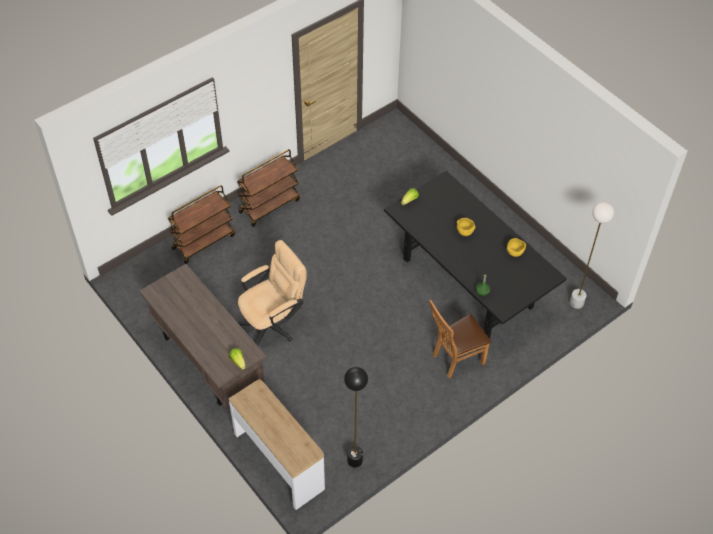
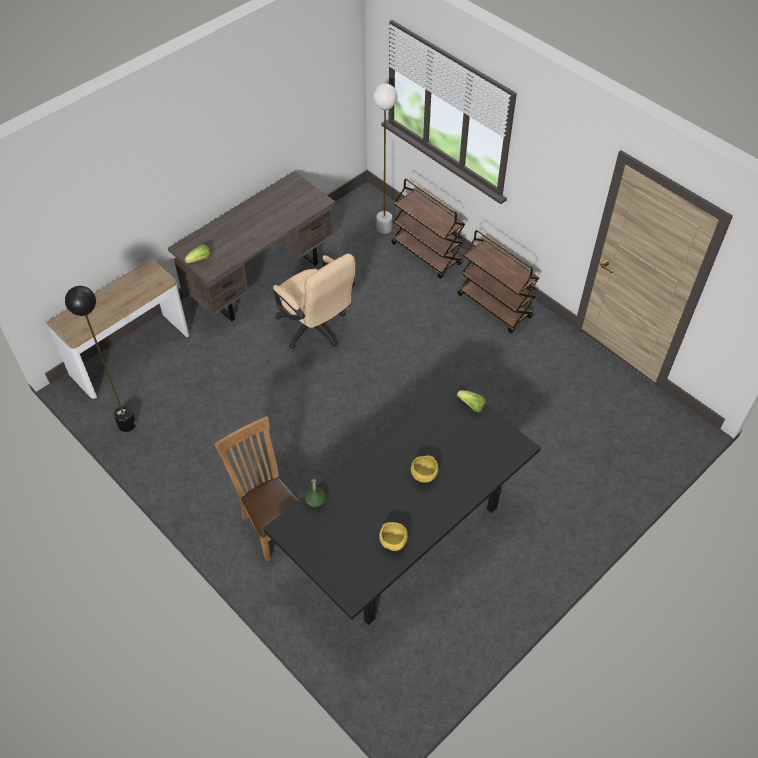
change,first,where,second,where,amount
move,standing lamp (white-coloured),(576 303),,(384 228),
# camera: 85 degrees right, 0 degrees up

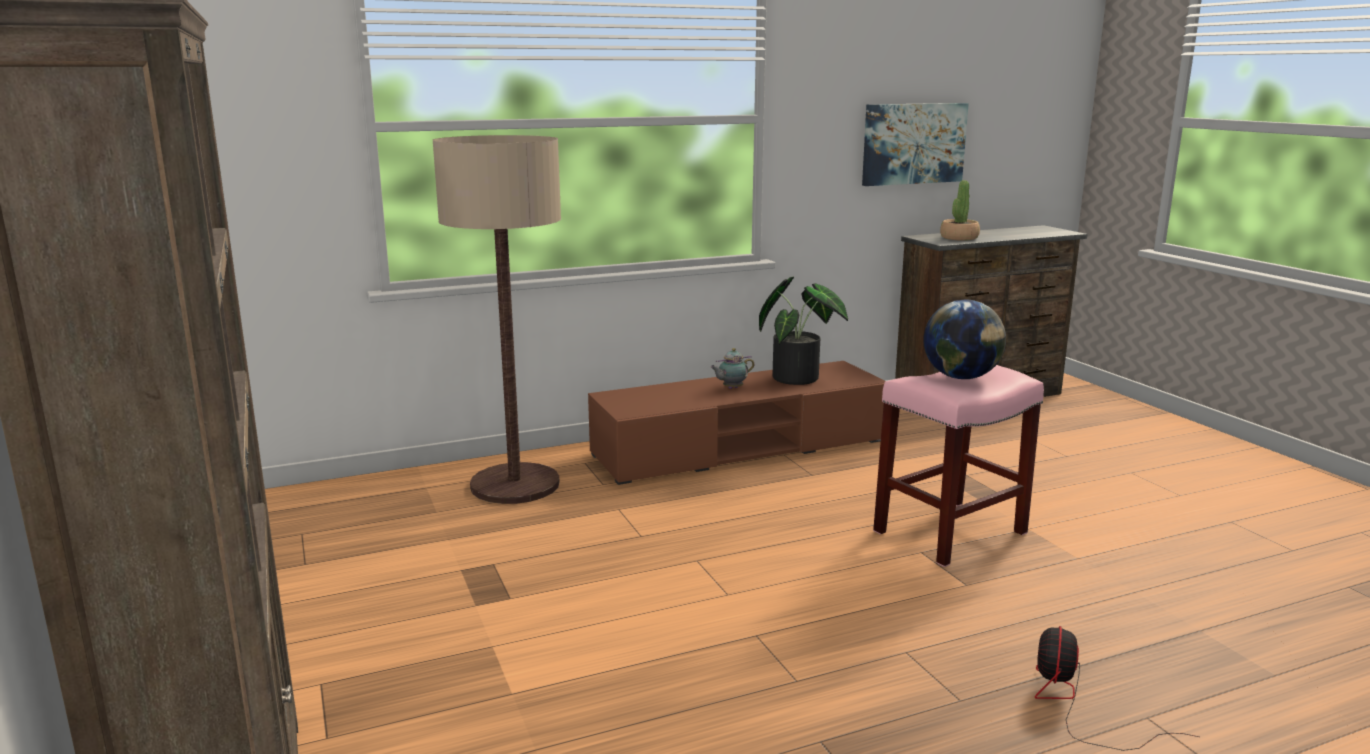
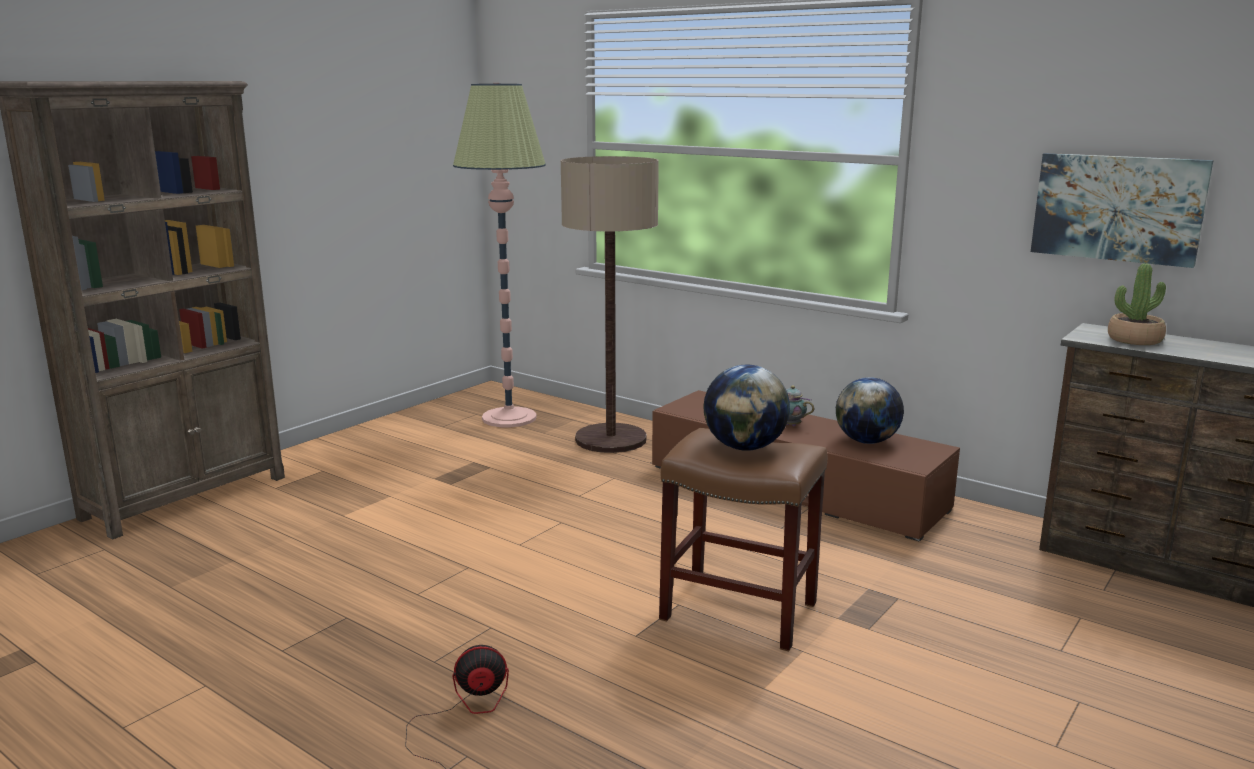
change,first,where,second,where,amount
replace,potted plant,(800 378),globe,(867 441),
recolor,sitting stool (pink-coloured),(949 533),sitting stool (brown-coloured),(737 611),
insert,,,standing lamp,(509 418),
# camera: 60 degrees right, 0 degrees up

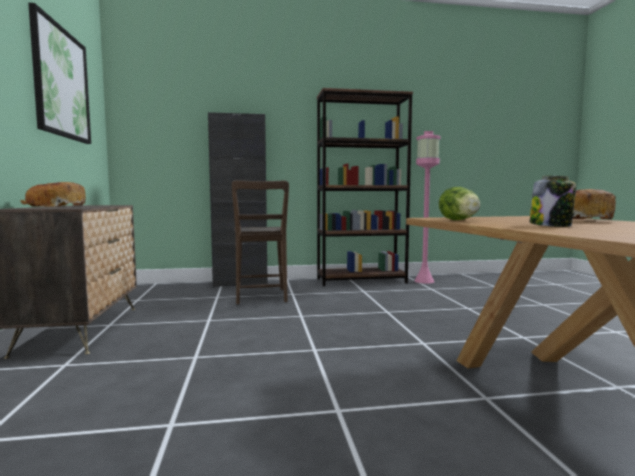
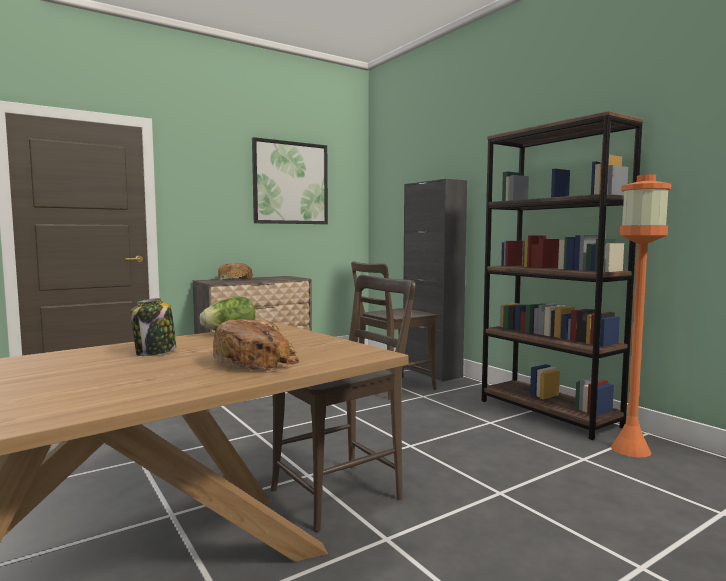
change,first,where,second,where,amount
recolor,standing lamp (pink-coloured),(424 281),standing lamp (orangey),(631 450),
insert,,,upright chair (brown-coloured),(343 492),
# camera: 65 degrees right, 0 degrees up

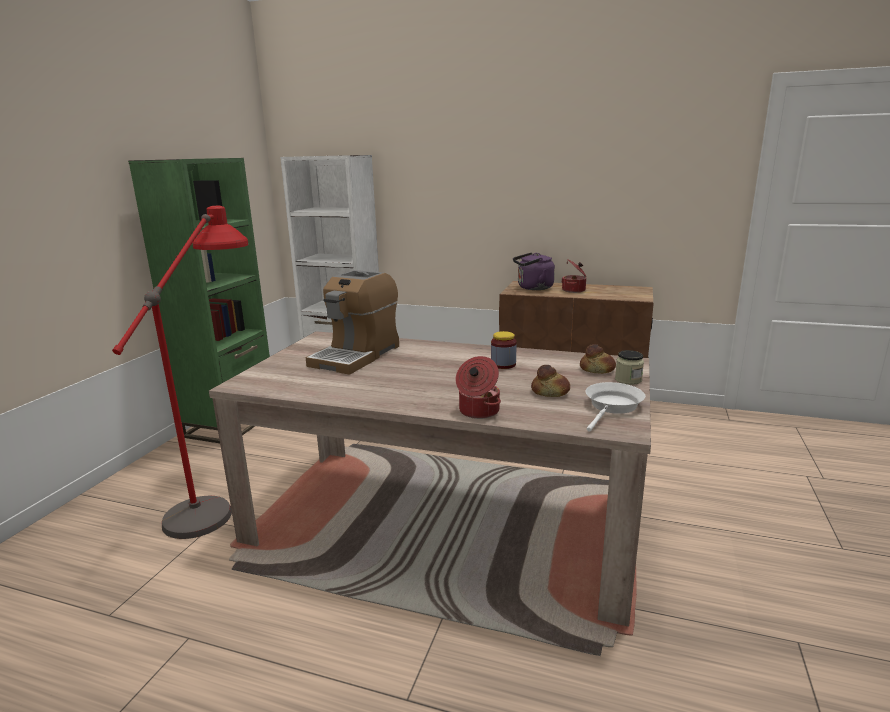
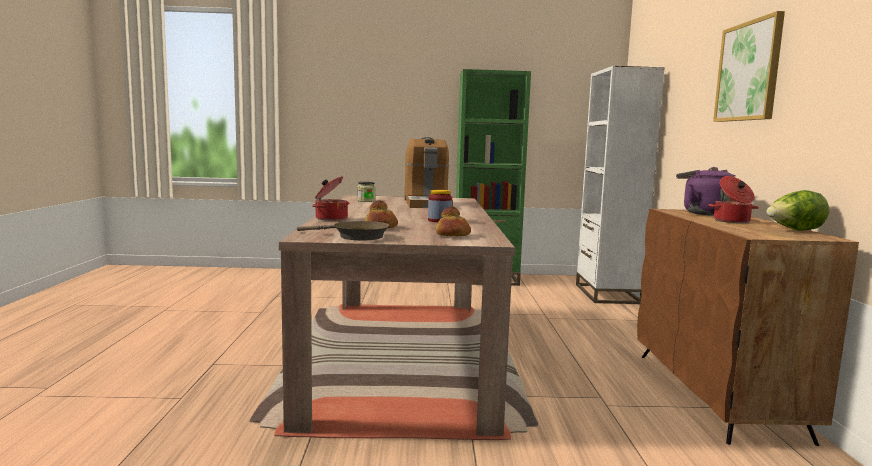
change,first,where,second,where,amount
delete,standing lamp (red-coloured),(222 492),,,
rotate,coffee machine,(356 355),,(427 203),105 degrees counterclockwise
move,storage jar,(628 380),,(366 201),
recolor,frying pan (white-coloured),(612 407),frying pan (brown-coloured),(356 236),
insert,,,wall art,(749 71),
insert,,,lettuce head,(794 231),
# camera: 70 degrees right, 10 degrees down

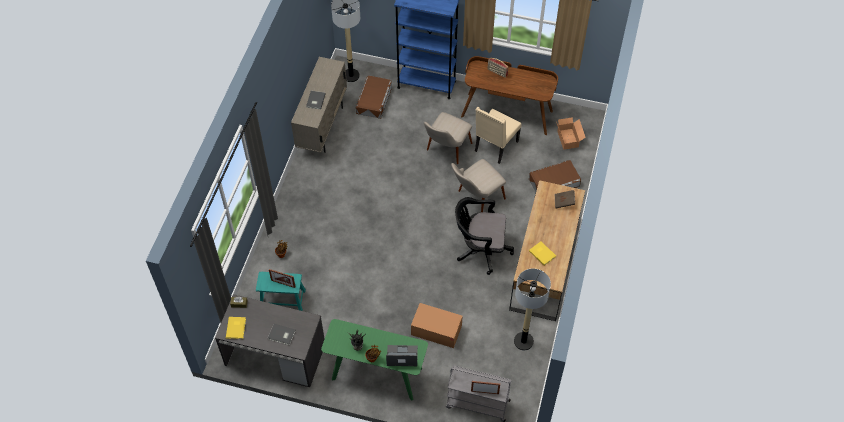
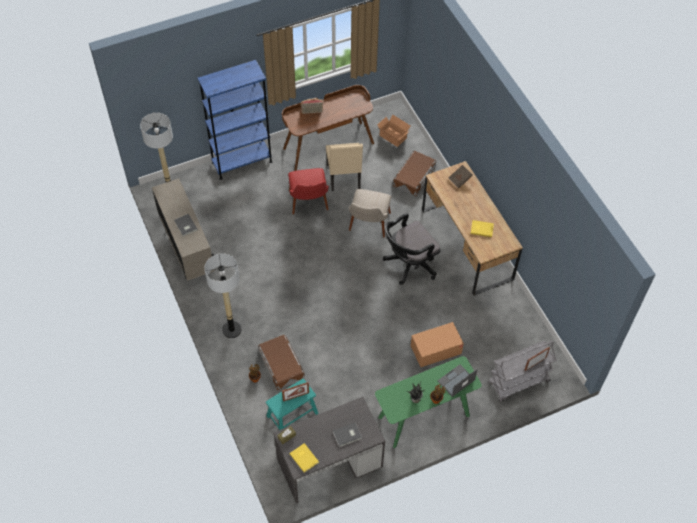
change,first,where,second,where,amount
move,storage bin (brown-coloured),(374 100),,(281 364),
recolor,upright chair (sand-coloured),(445 152),upright chair (red-coloured),(309 206),
move,standing lamp,(523 341),,(232 330),
# camera: 40 degrees left, 0 degrees up

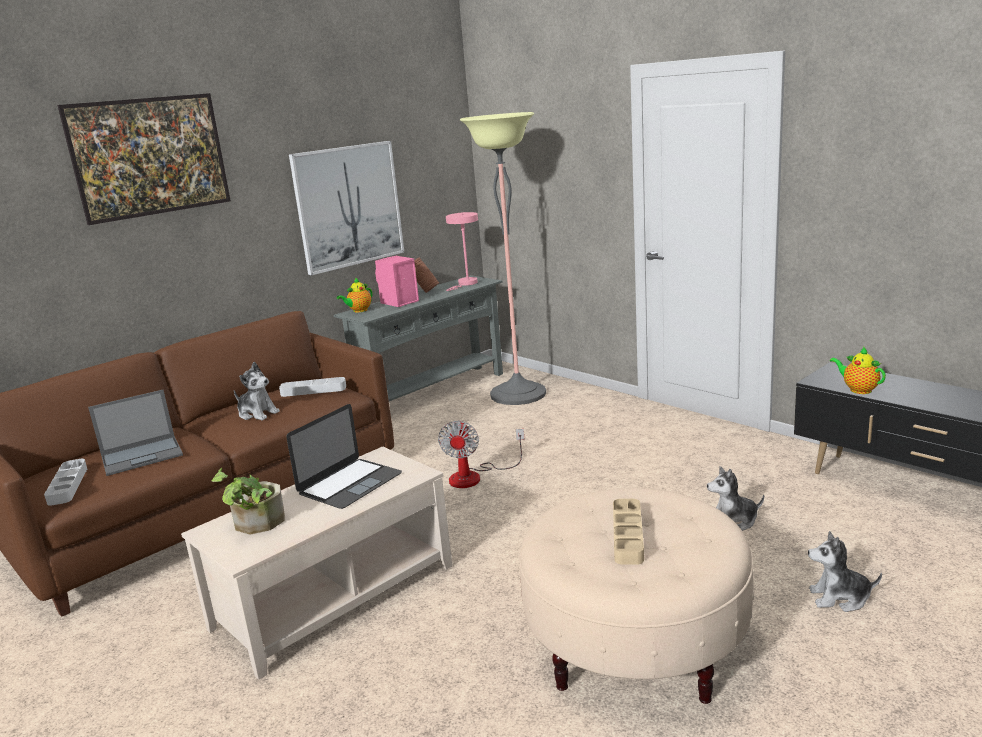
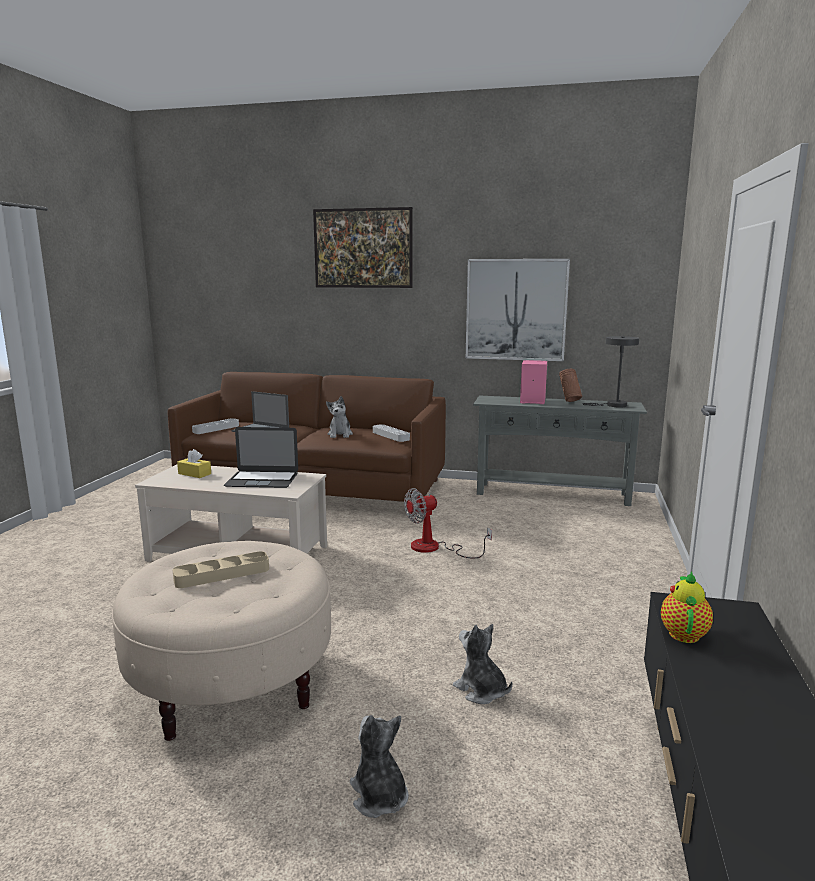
change,first,where,second,where,amount
delete,standing lamp,(518 394),,,
recolor,table lamp (pink-coloured),(466 284),table lamp (greyish),(613 405),
delete,teapot,(359 310),,,
replace,potted plant,(255 524),box of tissues (yellow-coloured),(194 474),
# camera: 55 degrees right, 5 degrees down

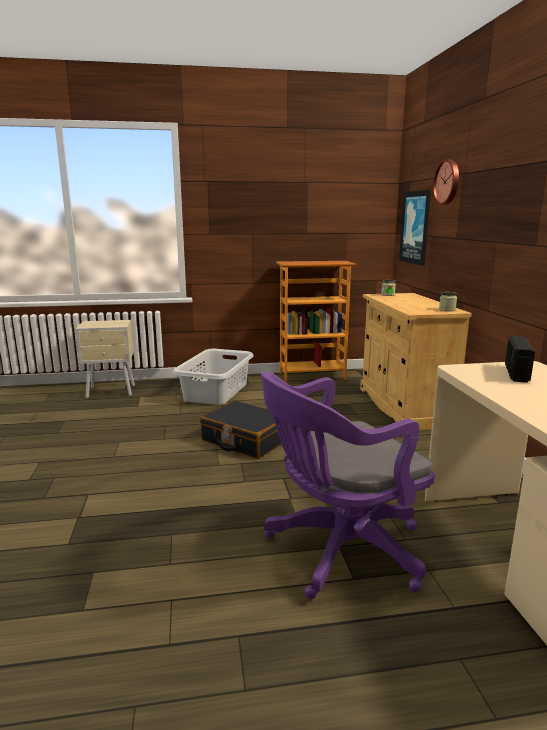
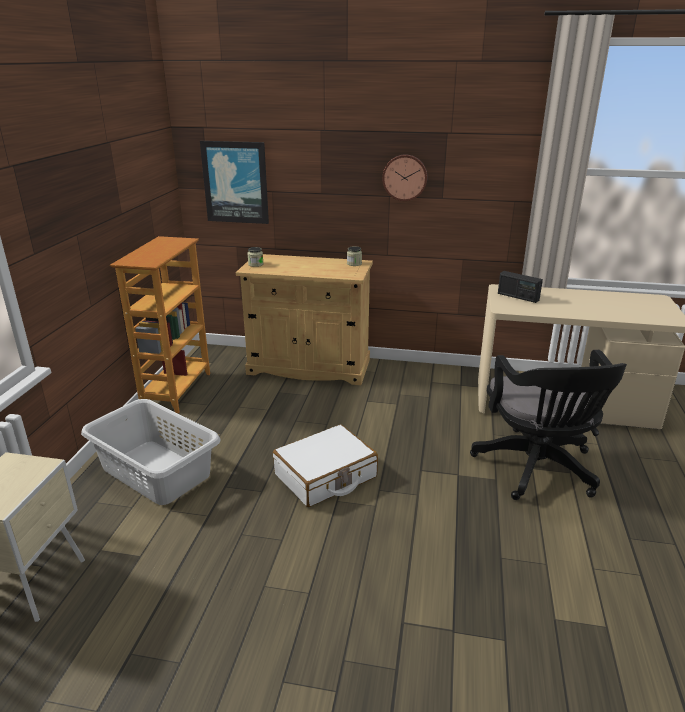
change,first,where,second,where,amount
move,wall clock,(447 182),,(405 177),
recolor,office chair (purple-coloured),(338 550),office chair (blackish),(537 470),
recolor,suitcase (blackish),(245 440),suitcase (white-coloured),(325 476),
# camera: 70 degrees left, 10 degrees up

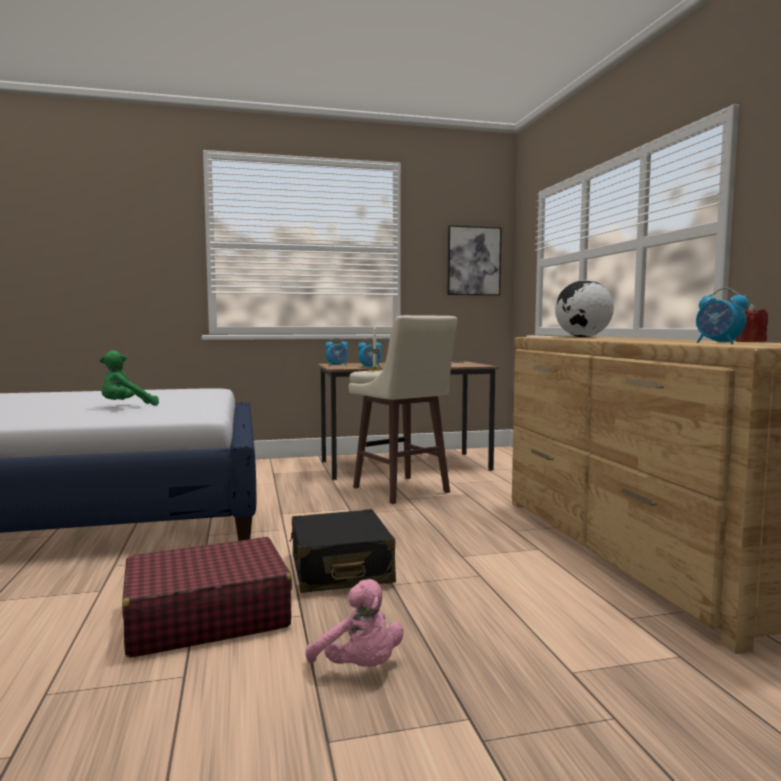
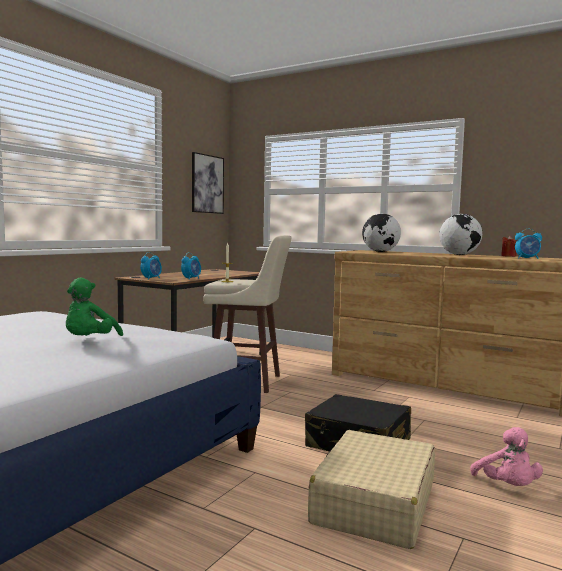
change,first,where,second,where,amount
recolor,suitcase (red-coloured),(206 616),suitcase (sand-coloured),(374 504),
rotate,soft toy (pink-coloured),(359 668),,(507 487),75 degrees clockwise
insert,,,globe,(459 255),
# camera: 45 degrees left, 0 degrees up

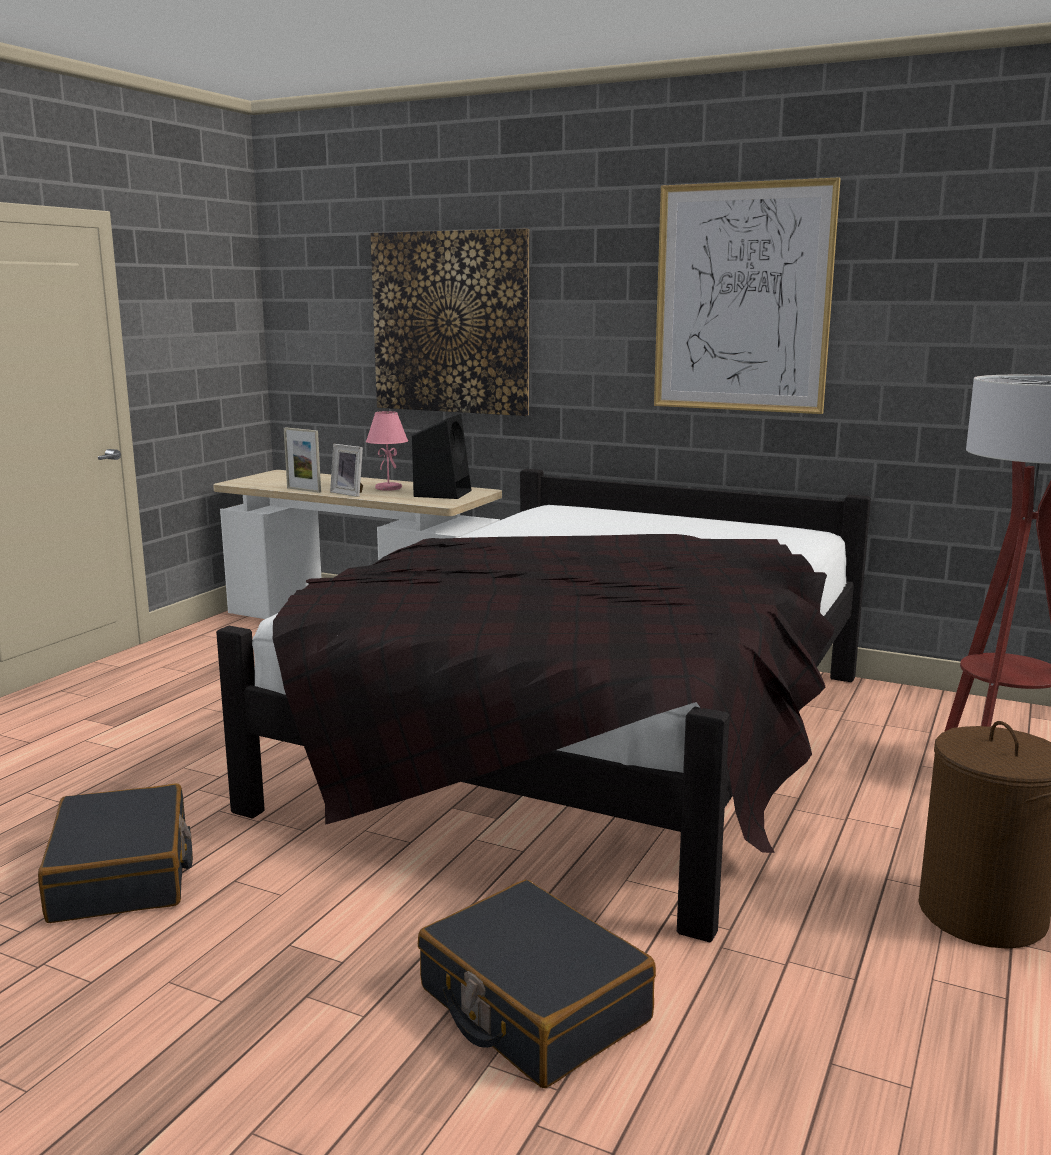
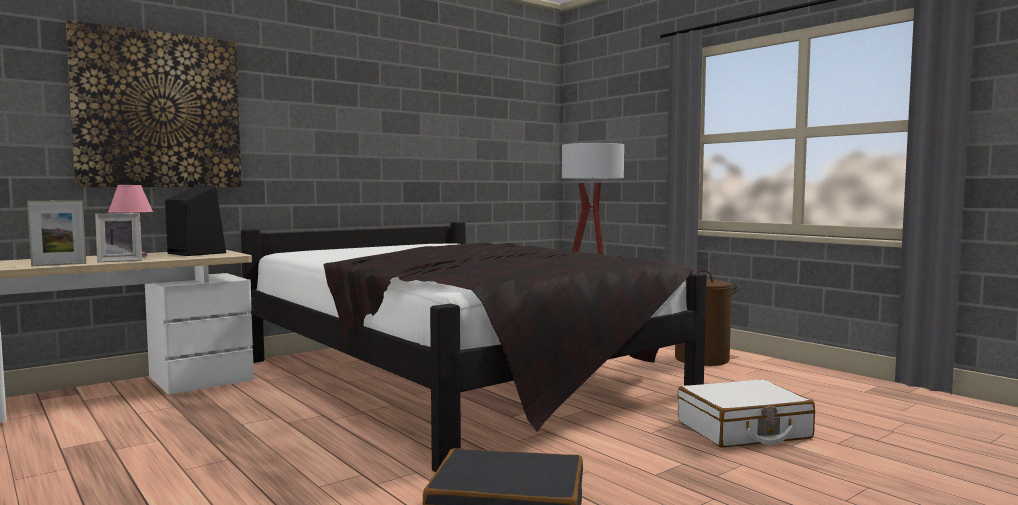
change,first,where,second,where,amount
delete,wall art,(742 298),,,
recolor,suitcase (blackish),(532 1005),suitcase (white-coloured),(743 430),
# camera: 65 degrees left, 10 degrees down

